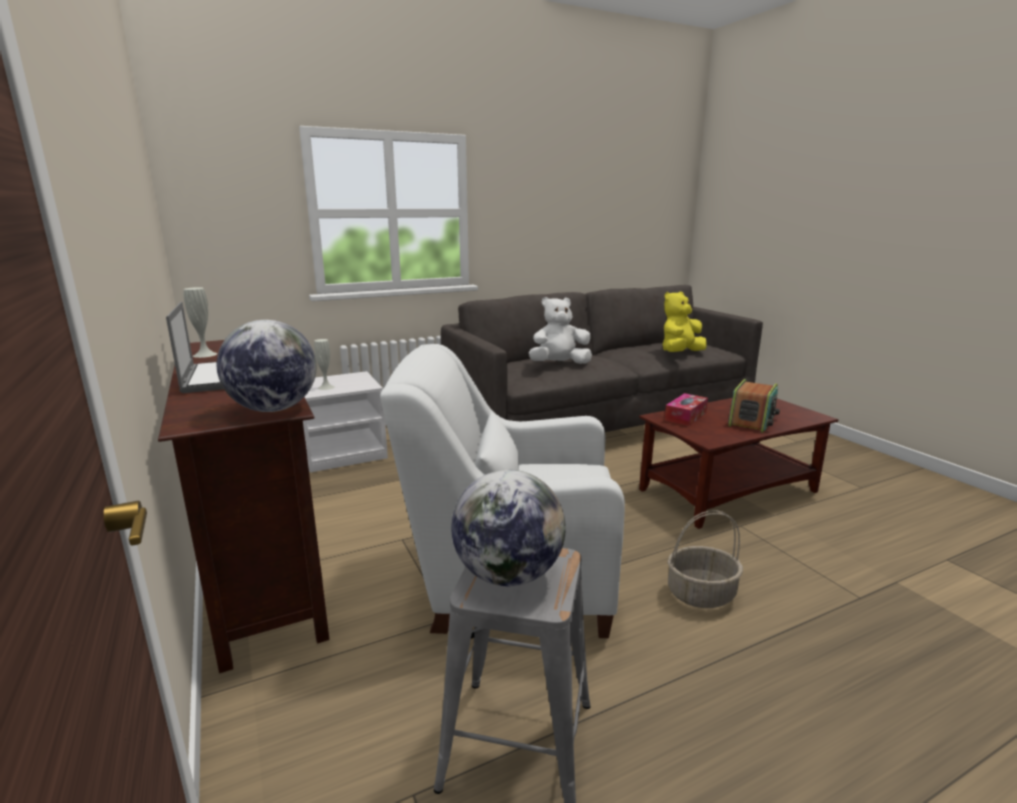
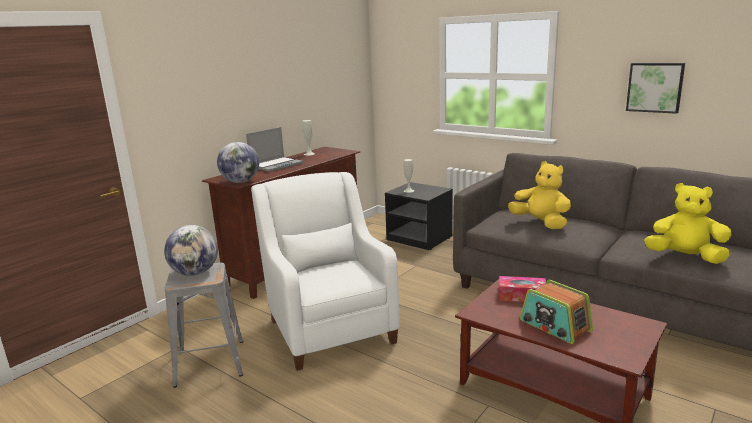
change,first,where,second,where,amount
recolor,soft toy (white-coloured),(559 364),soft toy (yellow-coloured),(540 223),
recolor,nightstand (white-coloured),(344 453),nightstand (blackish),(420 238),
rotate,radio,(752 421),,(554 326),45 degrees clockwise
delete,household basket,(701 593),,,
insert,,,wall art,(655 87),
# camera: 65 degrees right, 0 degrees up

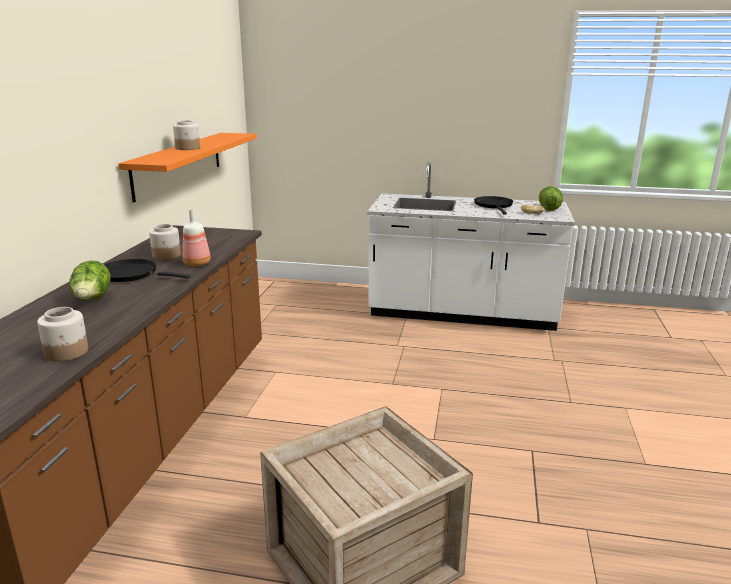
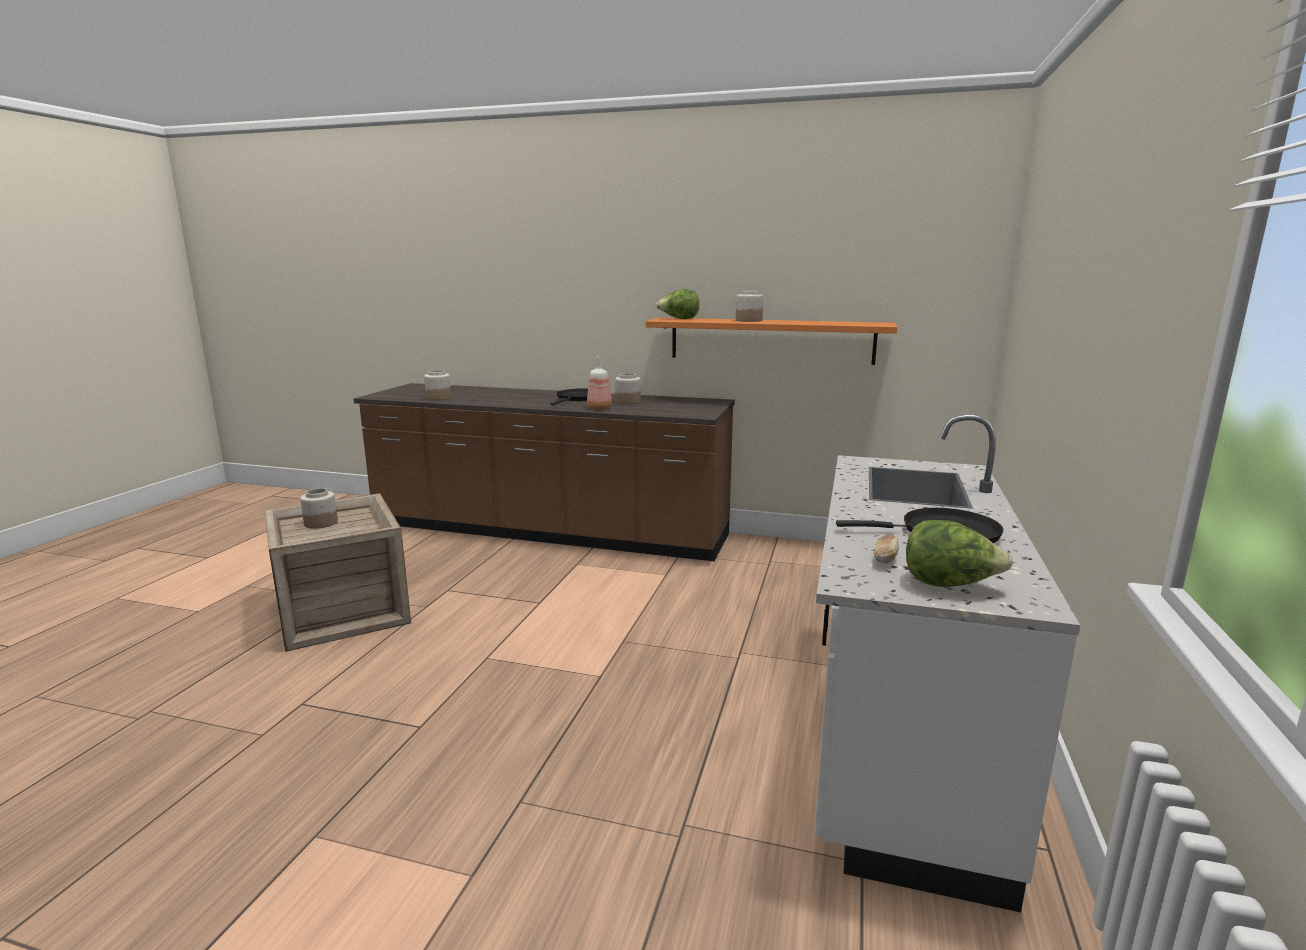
change,first,where,second,where,amount
move,lettuce head,(92 300),,(679 319),
insert,,,storage jar,(320 523),
# camera: 95 degrees right, 5 degrees down

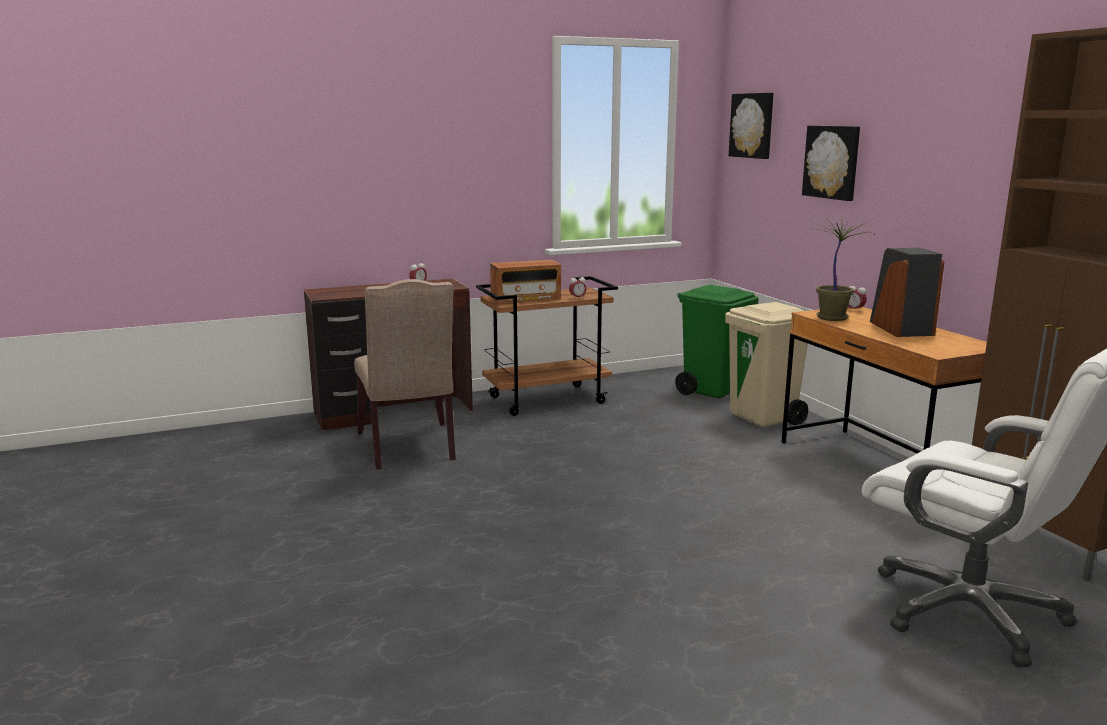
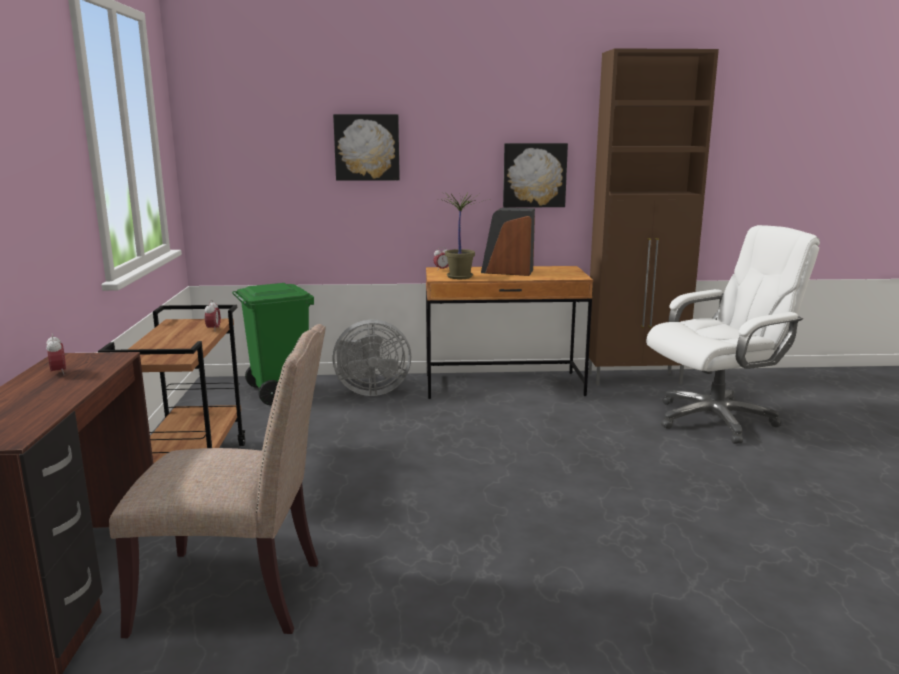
change,first,where,second,where,amount
move,wall art,(753 125),,(534 175),
delete,radio,(525 299),,,
replace,waste bin (sand-coloured),(764 418),cooling fan (greyish),(369 391),
# camera: 70 degrees left, 0 degrees up

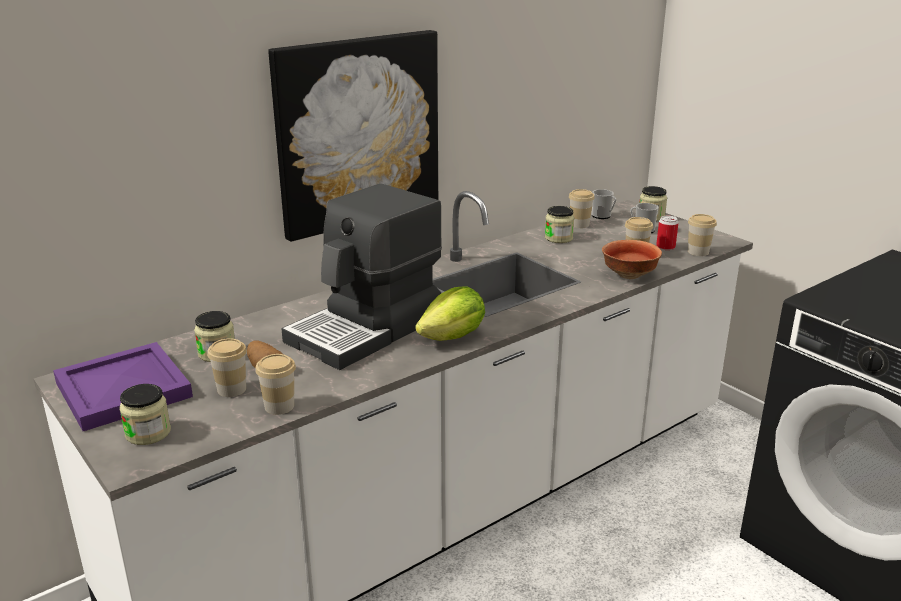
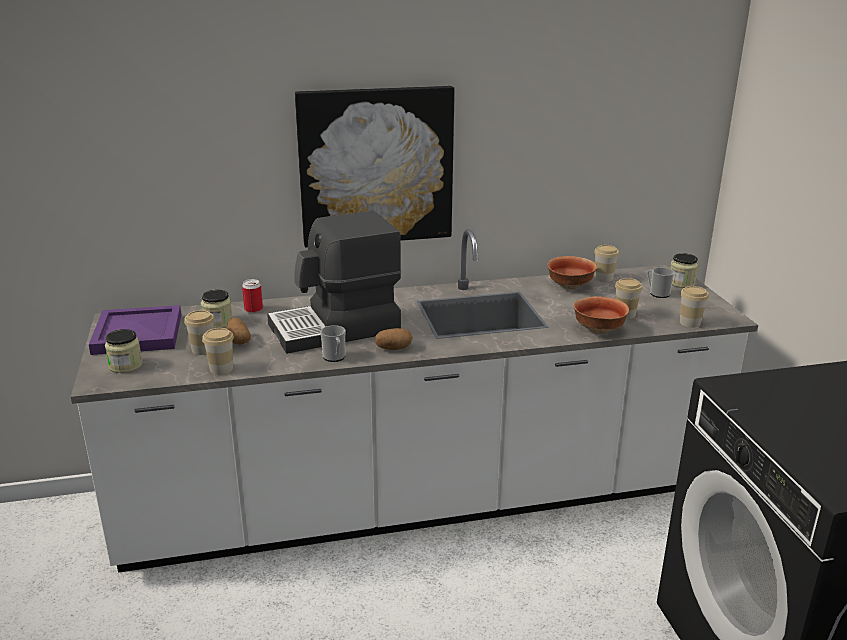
change,first,where,second,where,amount
move,mug,(603 216),,(335 358),
replace,storage jar,(558 238),bowl,(570 286),
move,metal can,(665 247),,(253 309),
replace,lettuce head,(453 337),spud,(394 348),
# camera: 25 degrees right, 0 degrees up

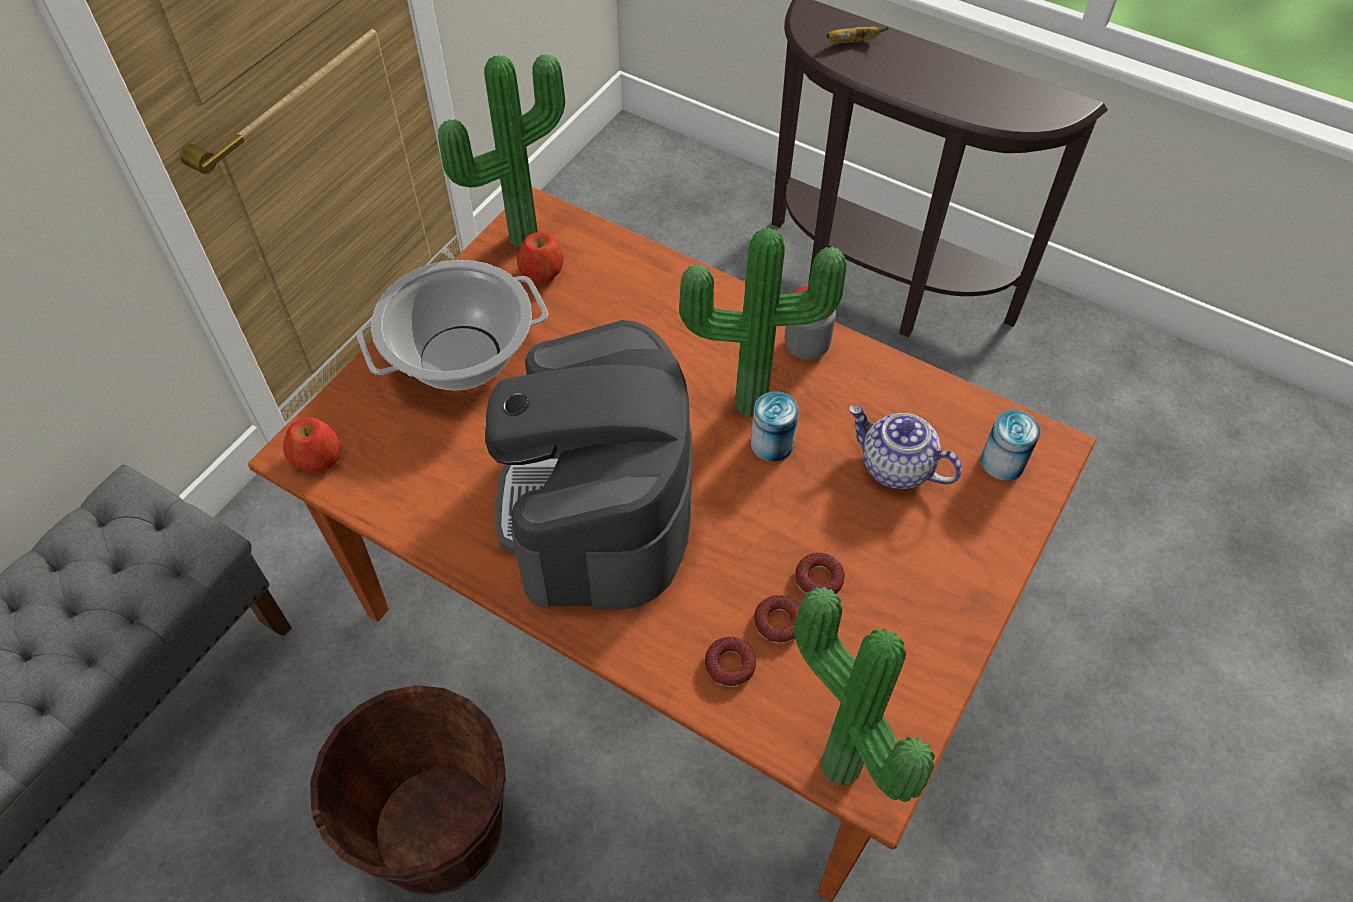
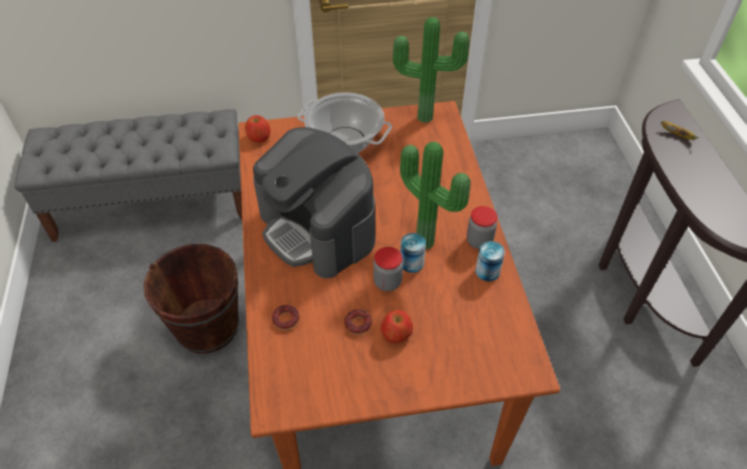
change,first,where,second,where,amount
move,apple,(542 272),,(396 333),
rotate,coffee machine,(598 509),,(318 229),90 degrees counterclockwise
delete,teapot,(895 467),,,
move,metal can,(1002 462),,(487 271),
delete,potted plant,(834 770),,,
delete,doughnut,(778 622),,,
insert,,,storage jar,(387 282),
# camera: 50 degrees right, 5 degrees down

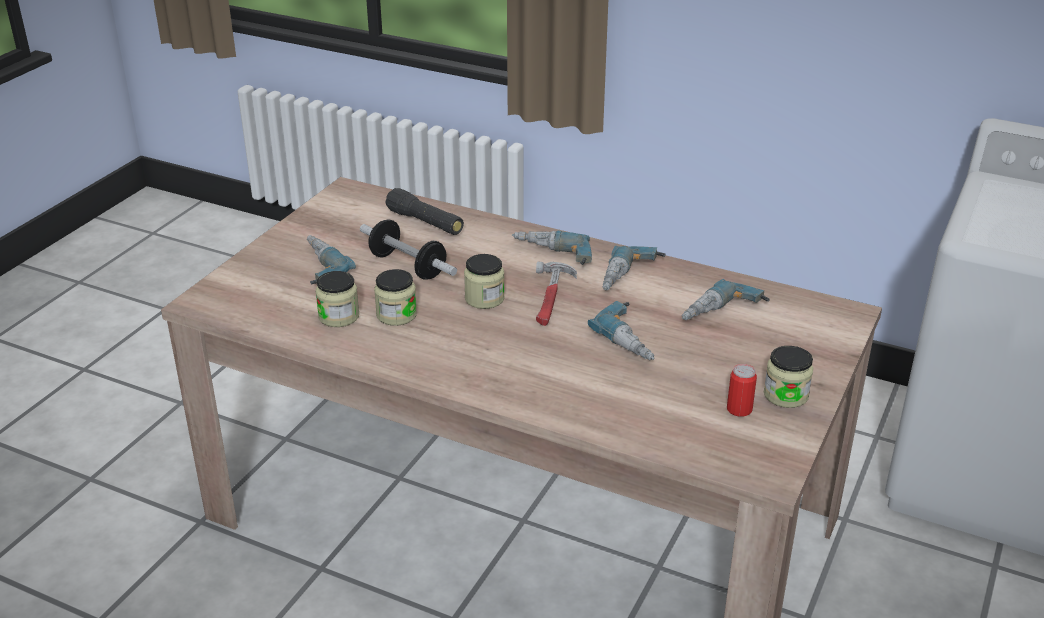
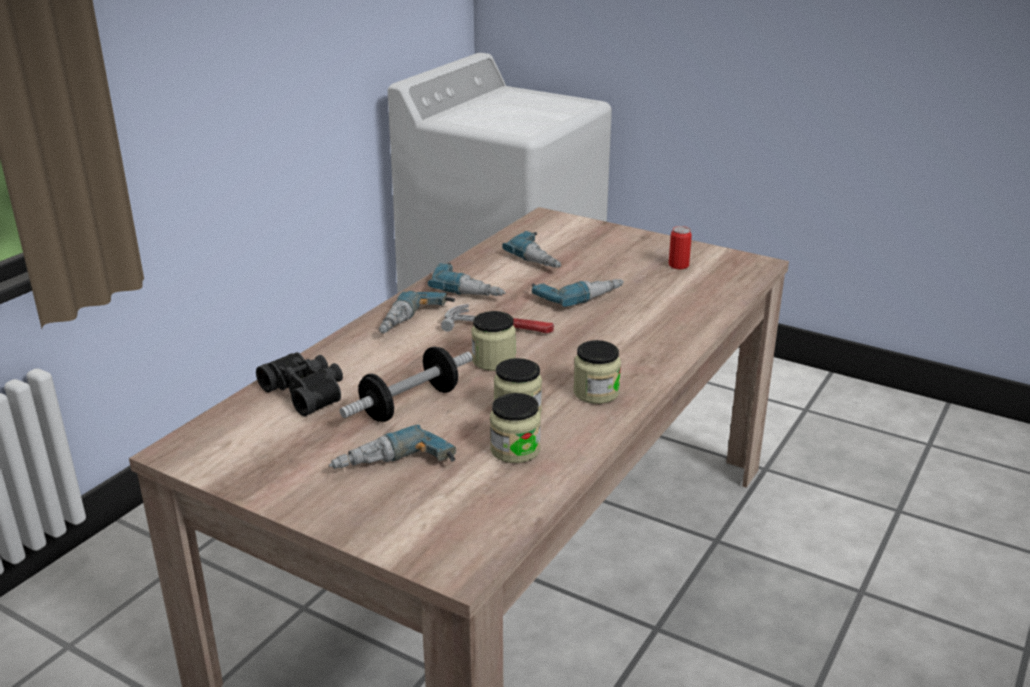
change,first,where,second,where,amount
replace,hand torch (blackish),(425 223),binoculars (blackish),(307 392),
move,storage jar,(786 395),,(596 392),
# camera: 85 degrees left, 5 degrees down

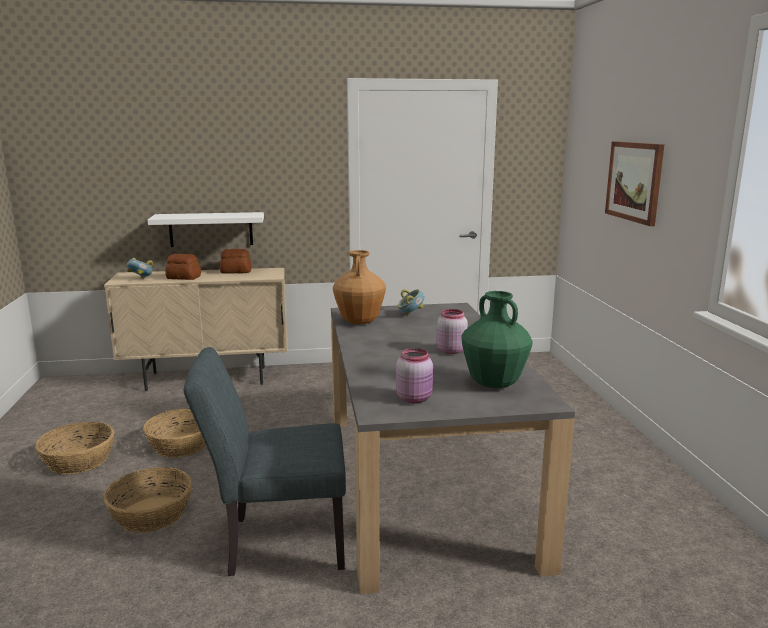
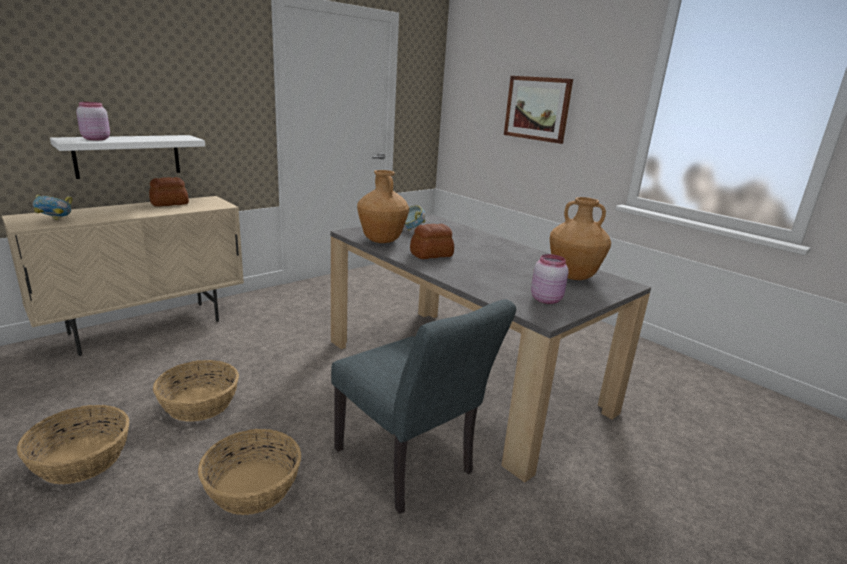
change,first,where,second,where,amount
move,bakery bread,(183 277),,(432 255),
recolor,vase (green-coloured),(493 384),vase (brown-coloured),(572 277),
move,storage jar (pink-coloured),(450 350),,(95 139),
rotate,upright chair (greyish),(276 542),,(409 466),90 degrees counterclockwise
# camera: 35 degrees left, 5 degrees up

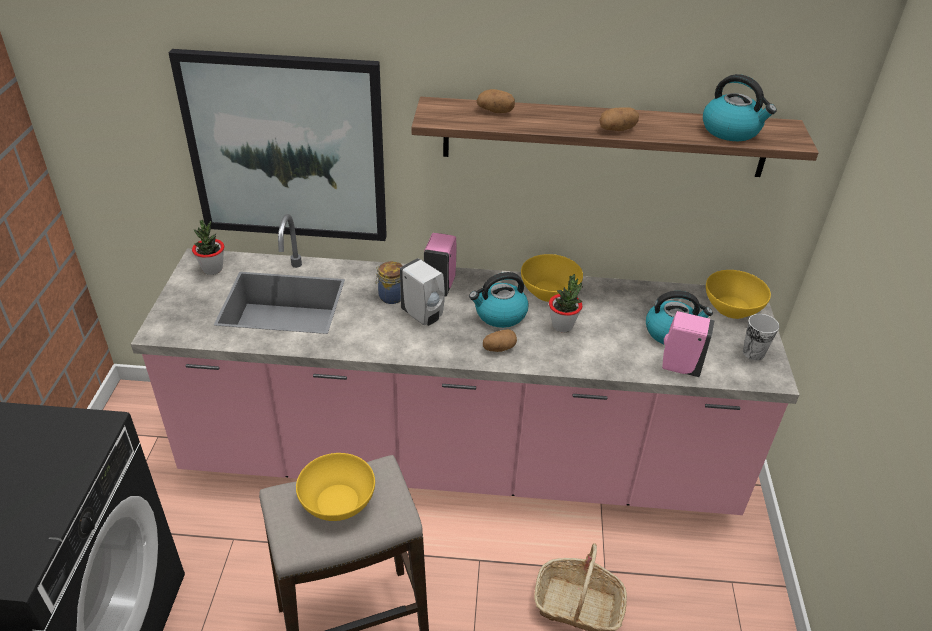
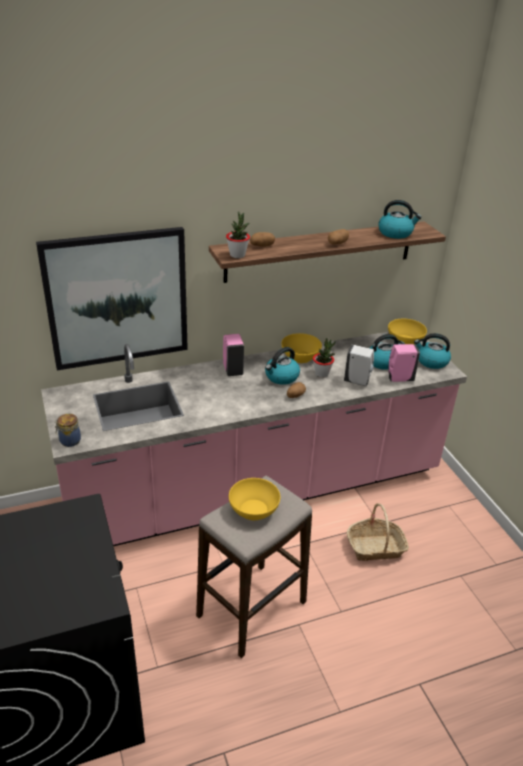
change,first,where,second,where,amount
move,potted plant,(212 269),,(237 255),
move,soap bottle (white-coloured),(423 315),,(358 381),
move,storage jar,(390 296),,(69 441),
replace,small cup,(753 353),kettle,(431 361),
# camera: 25 degrees left, 5 degrees down

